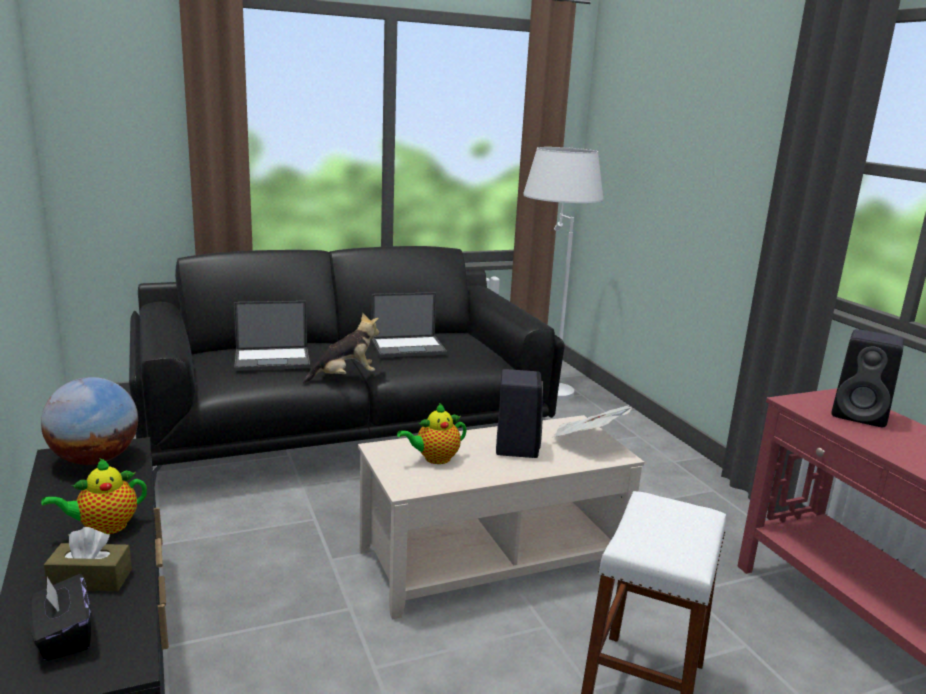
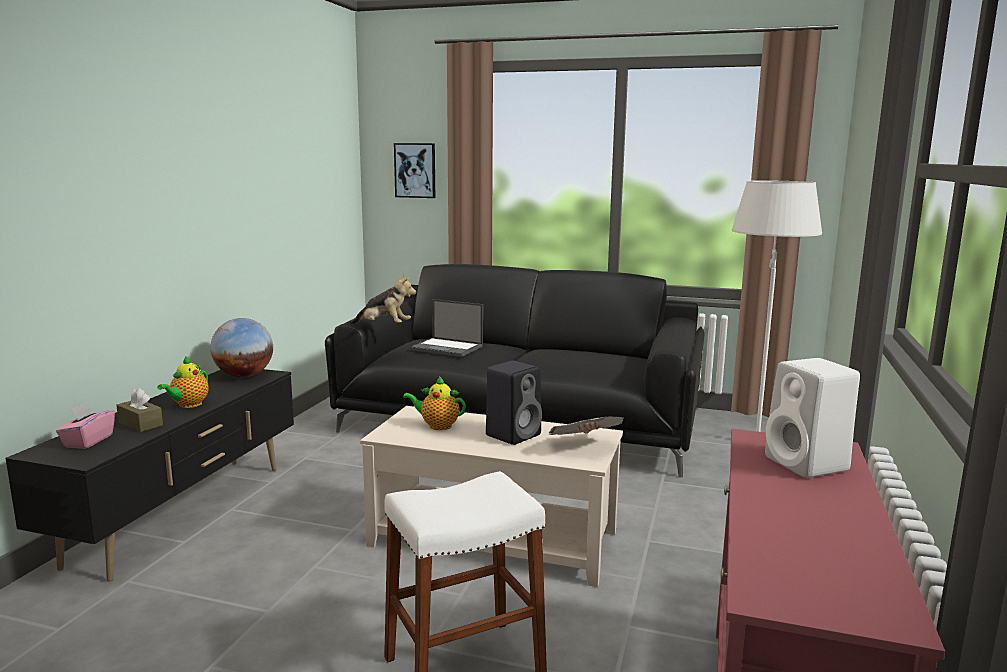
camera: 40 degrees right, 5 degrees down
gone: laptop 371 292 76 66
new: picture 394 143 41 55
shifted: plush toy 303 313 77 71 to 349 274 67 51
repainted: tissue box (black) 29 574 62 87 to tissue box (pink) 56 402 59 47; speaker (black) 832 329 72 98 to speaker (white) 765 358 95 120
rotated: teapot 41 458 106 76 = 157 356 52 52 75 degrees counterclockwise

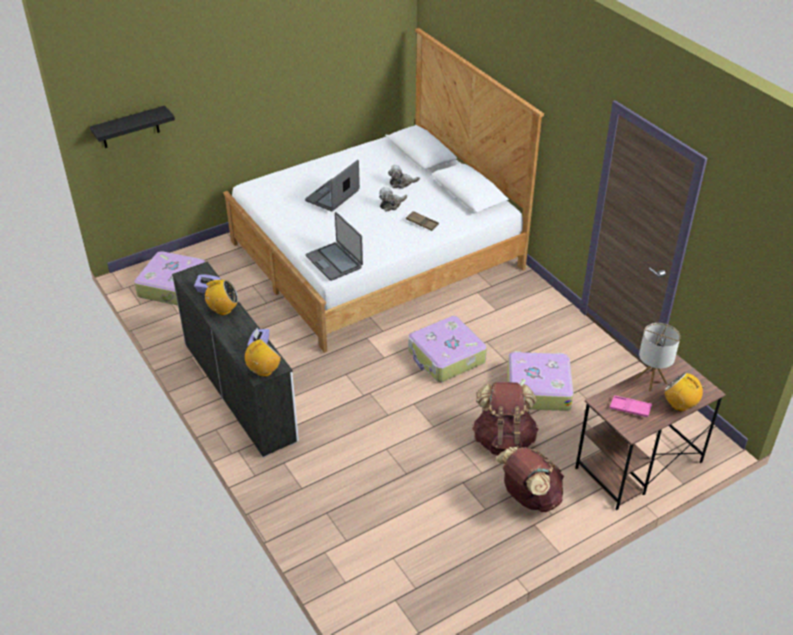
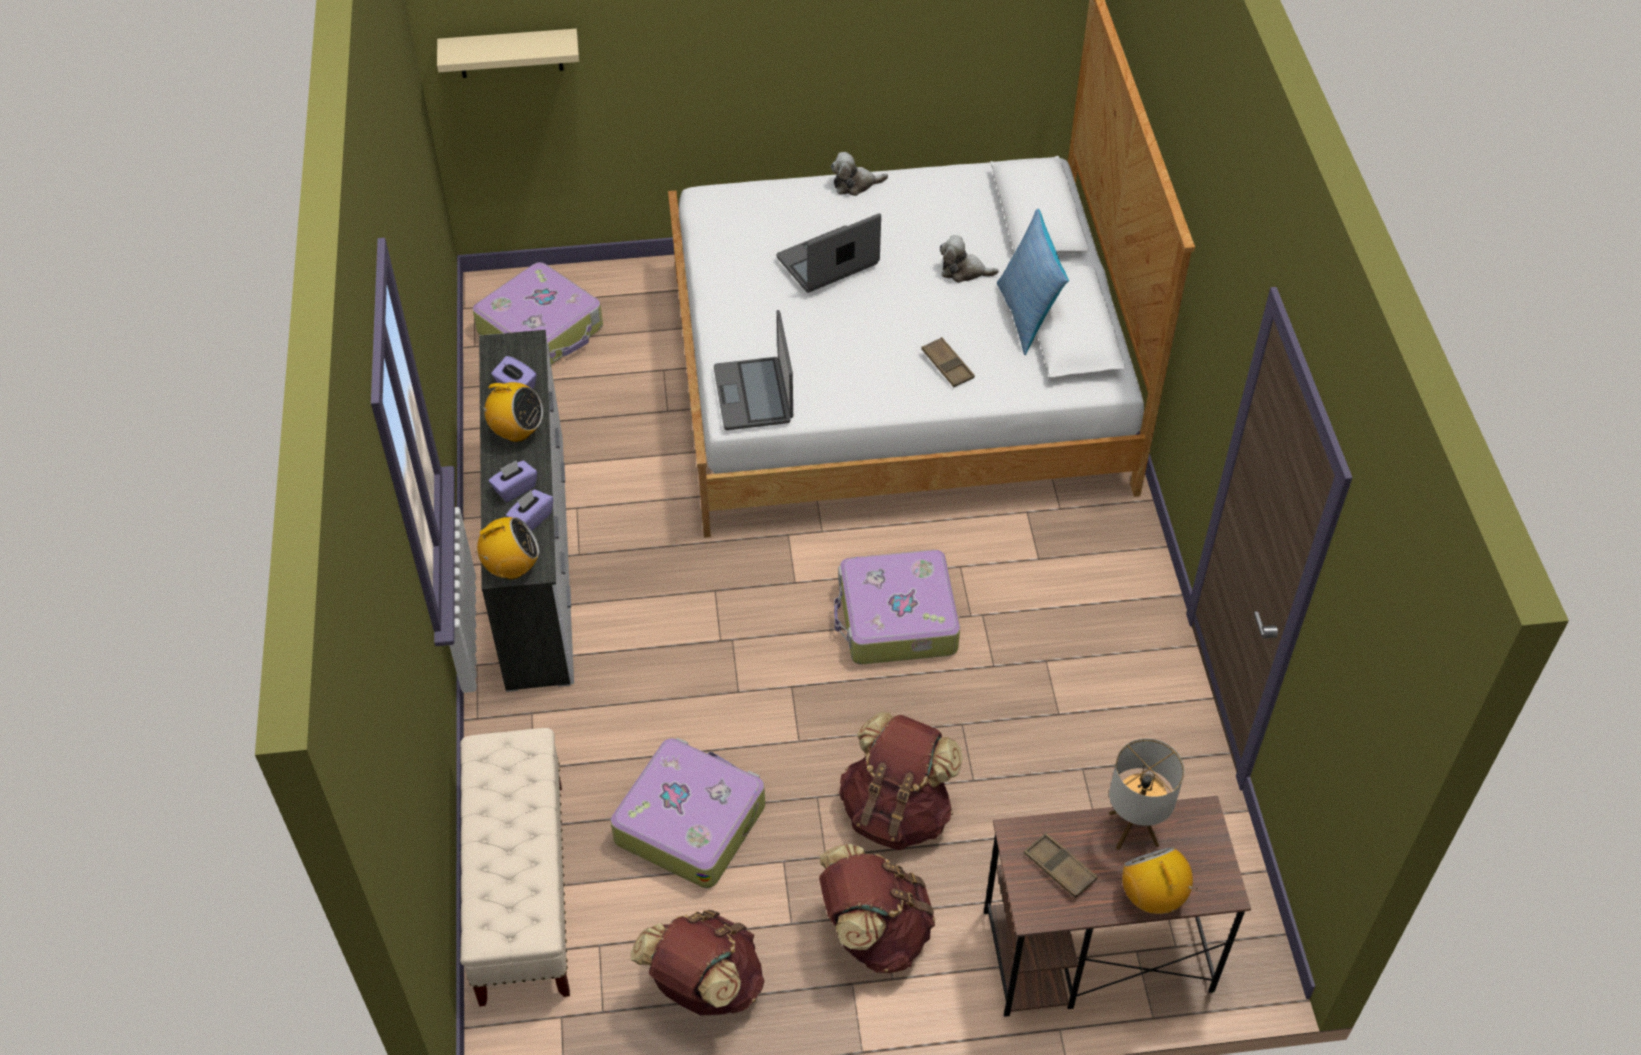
camera: 25 degrees right, 10 degrees up
new: bench (beige) 460 728 110 278; tissue box (purple) 489 460 48 42; backpack (brown) 631 910 134 106; pillow 997 209 72 146
shifted: suitcase 507 351 67 60 to 611 738 154 150; plush toy 379 187 28 25 to 831 152 57 44
repainted: shelf (black) 90 106 85 42 to shelf (beige) 437 29 142 49; tray (pink) 610 395 42 22 to tray (brown) 1024 833 73 65

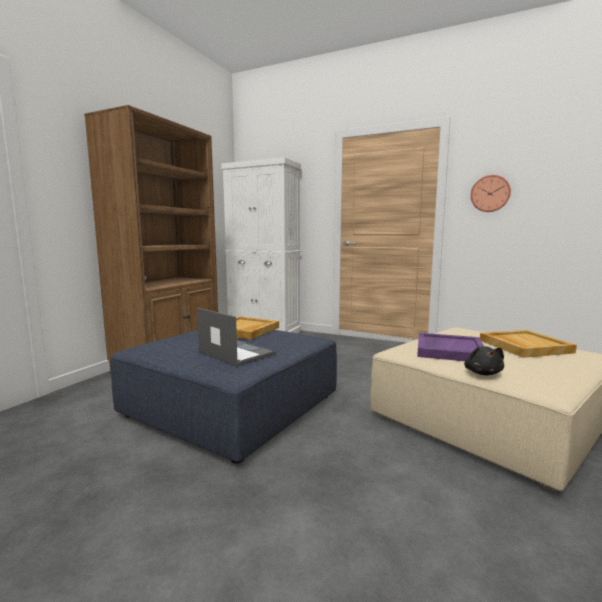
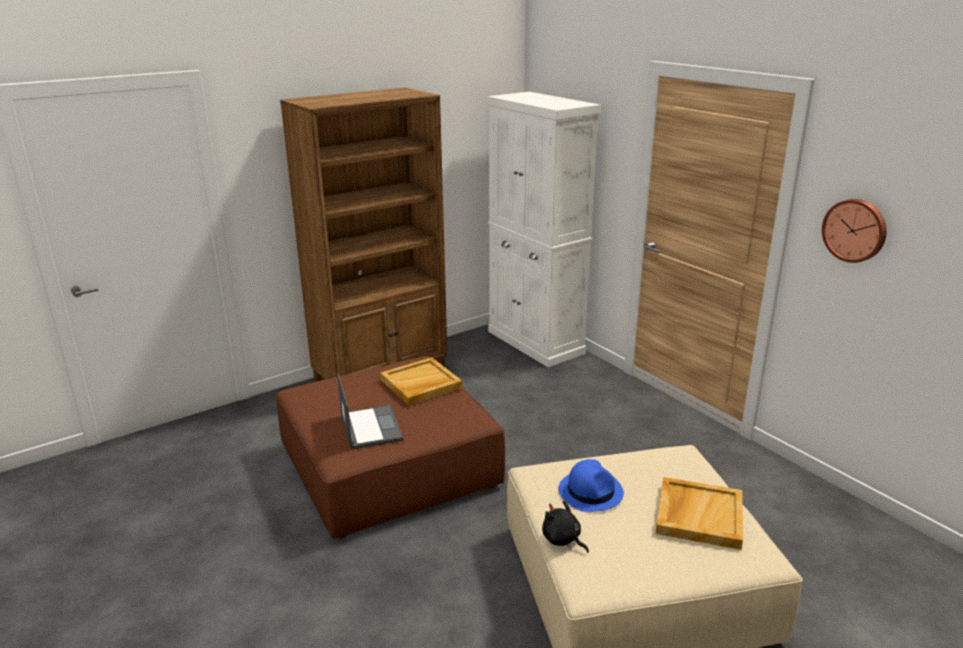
camera: 30 degrees right, 15 degrees up
swapped: tray (purple) 417 333 67 28 to hat (blue) 559 459 65 53
repainted: ottoman (blue) 110 330 227 133 to ottoman (brown) 276 356 229 183
rotated: plush toy (black) 464 346 40 29 = 542 501 47 52 105 degrees clockwise

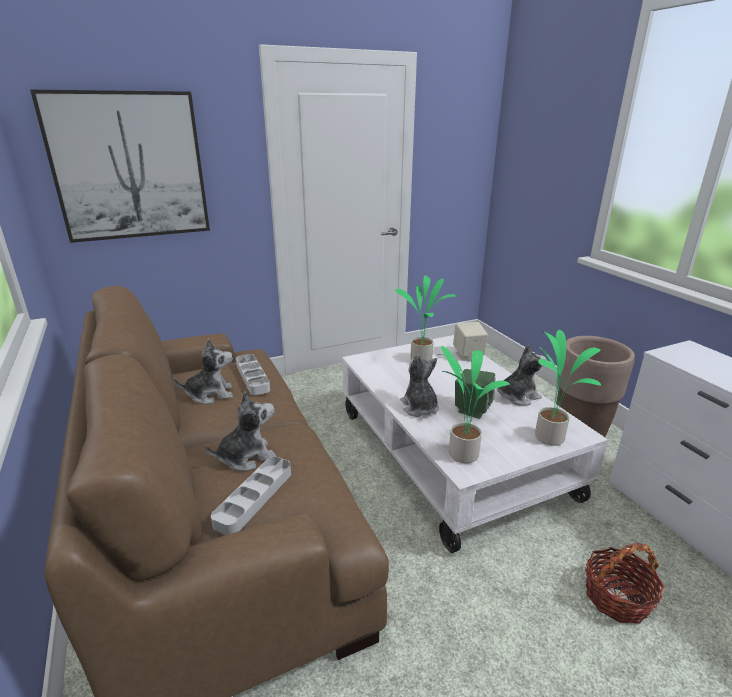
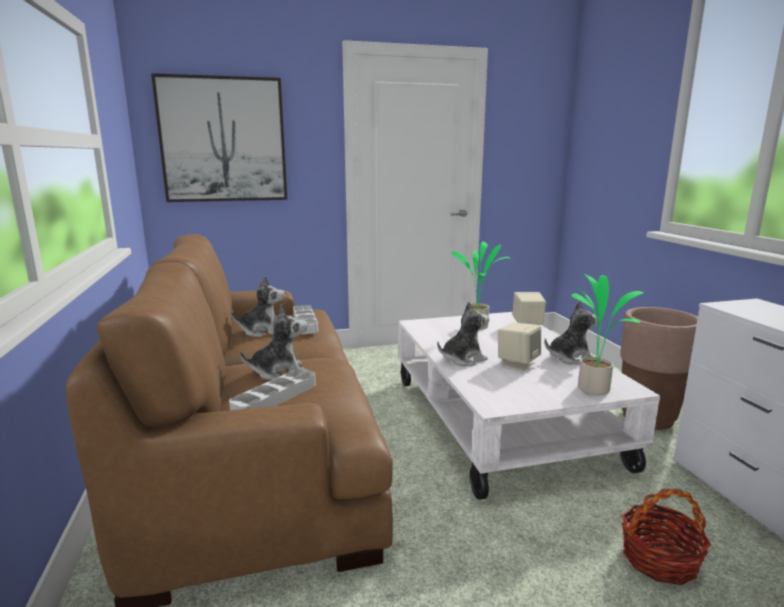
camera: 10 degrees right, 10 degrees down
gone: potted plant 438 346 72 117
repainted: speaker (green) 455 369 41 50 to speaker (beige) 498 322 43 49
rotated: plush toy 400 354 39 63 = 437 302 52 64 75 degrees clockwise

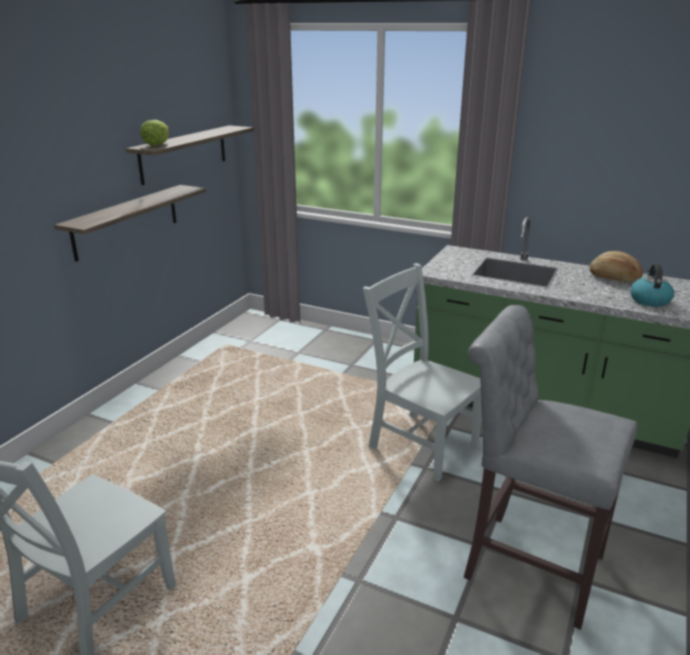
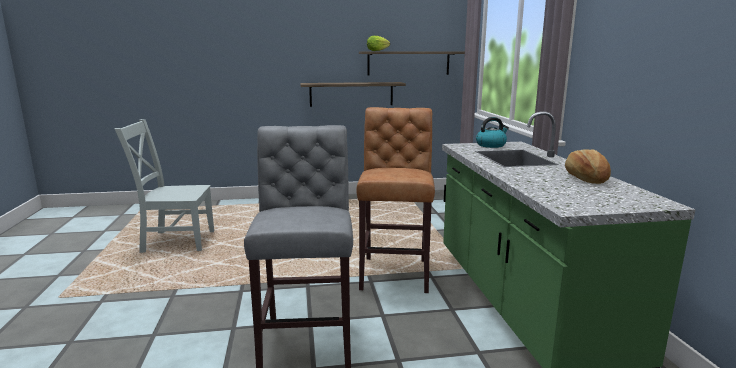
camera: 55 degrees right, 10 degrees down
shifted: kettle 630 263 44 44 to 476 117 33 31
swapped: chair (grey) 363 263 119 219 to stool (brown) 356 107 79 186

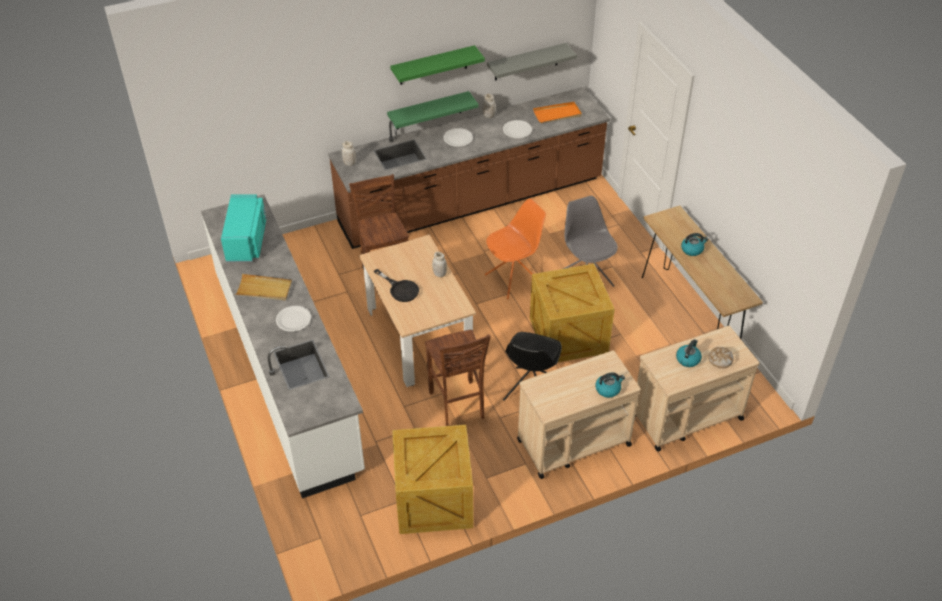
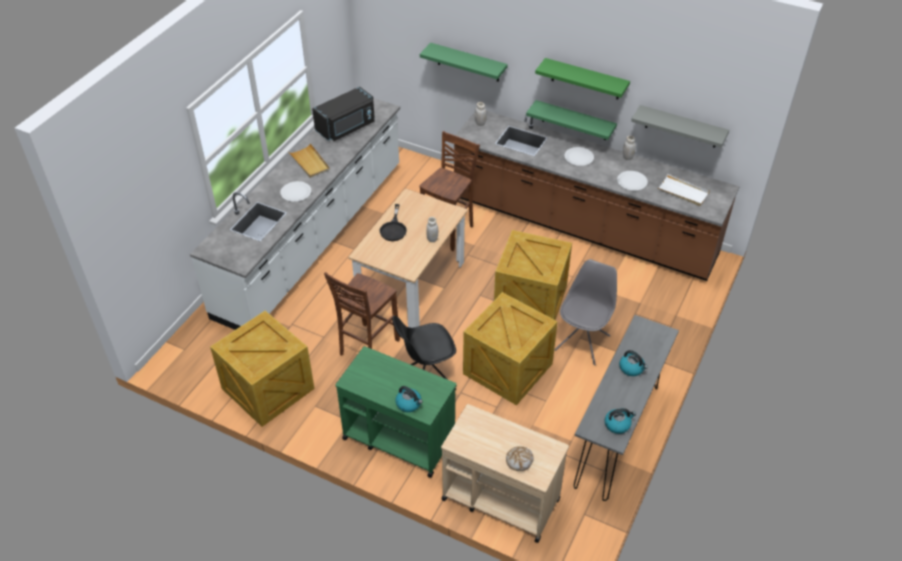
camera: 50 degrees right, 0 degrees up
new: shelf (green) 420 43 88 39
shifted: kettle 676 339 26 28 to 605 408 31 26
swapped: chair (orange) 485 199 61 100 to crate 494 230 78 90
repainted: microwave (turquoise) 221 194 45 68 to microwave (black) 312 86 63 55; cart (beige) 517 350 124 129 to cart (green) 335 346 122 132; console table (brown) 642 206 121 133 to console table (grey) 574 315 105 186; tray (orange) 533 102 49 21 to tray (white) 657 174 53 32

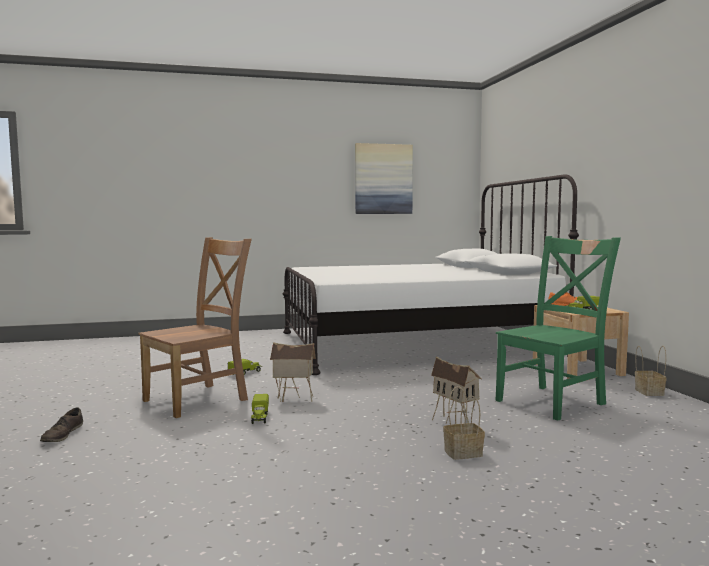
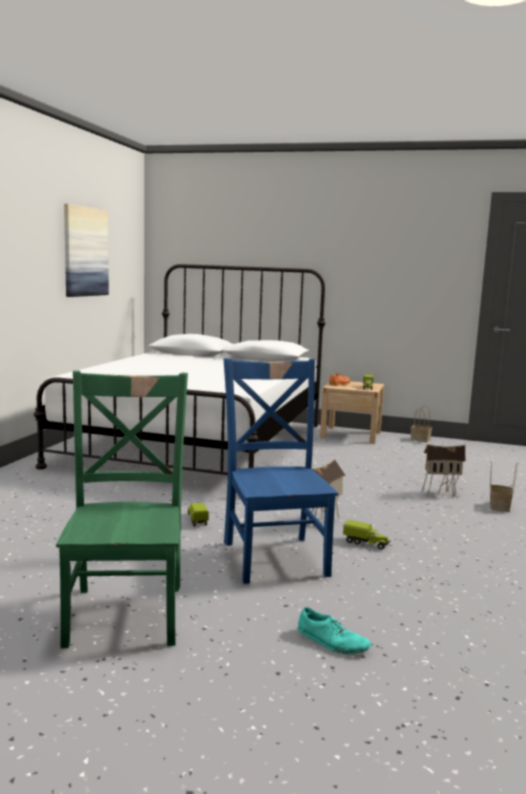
camera: 60 degrees left, 5 degrees up
shifted: chair (green) 495 236 126 185 to 56 370 132 278
repainted: chair (brown) 138 237 114 181 to chair (blue) 224 358 114 226; shoe (brown) 40 407 43 35 to shoe (turquoise) 298 607 73 48

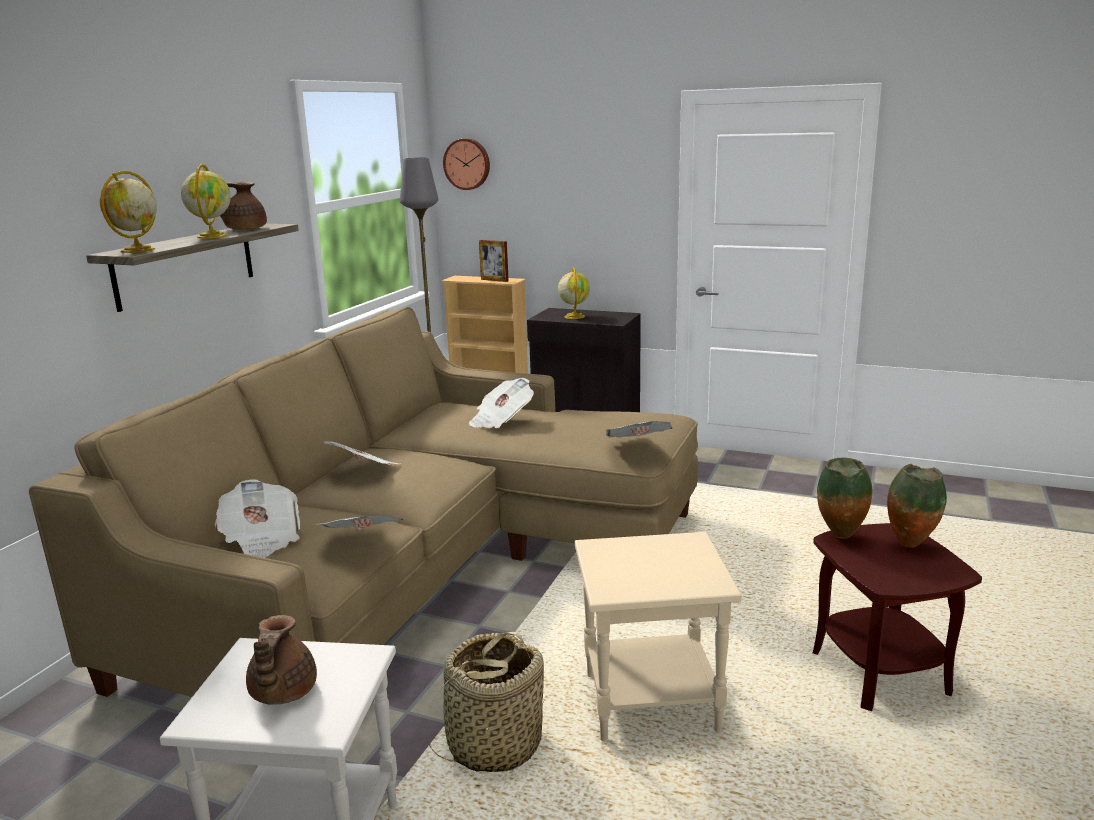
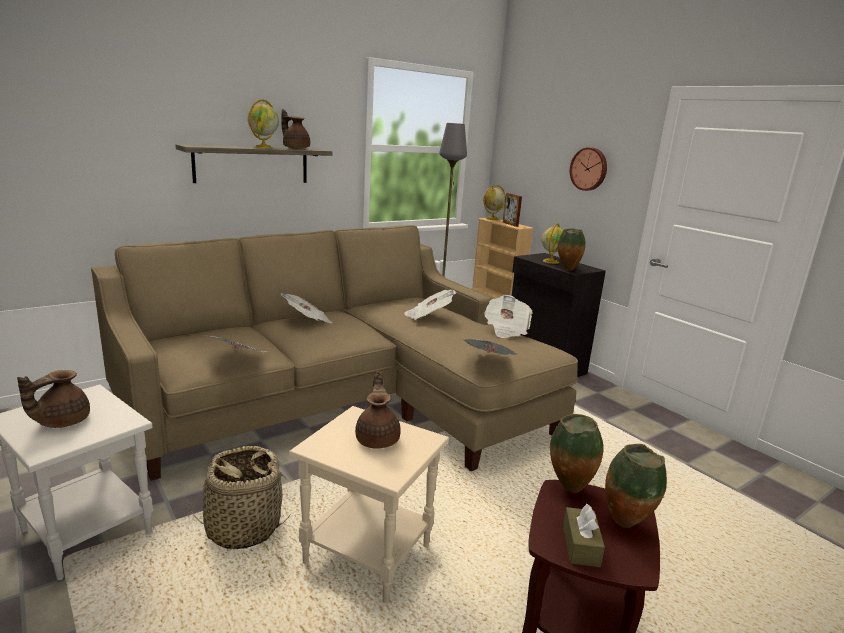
camera: 30 degrees right, 0 degrees up
new: teapot (brown) 355 371 46 78; vase 558 229 28 42; tissue box (brown) 563 504 42 63
shifted: globe 100 171 57 82 to 483 185 23 35; newspaper 215 479 85 79 to 484 295 48 43; wall clock 443 138 47 52 to 570 147 37 44

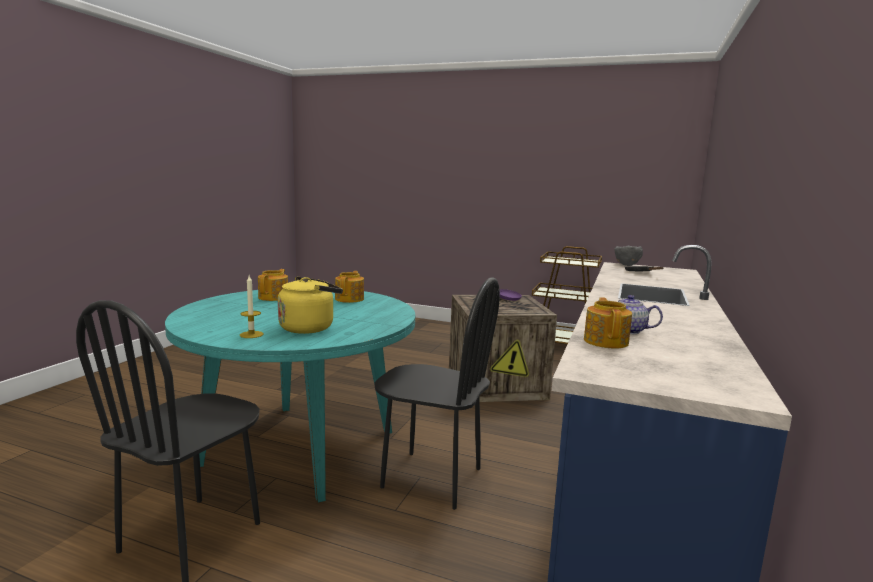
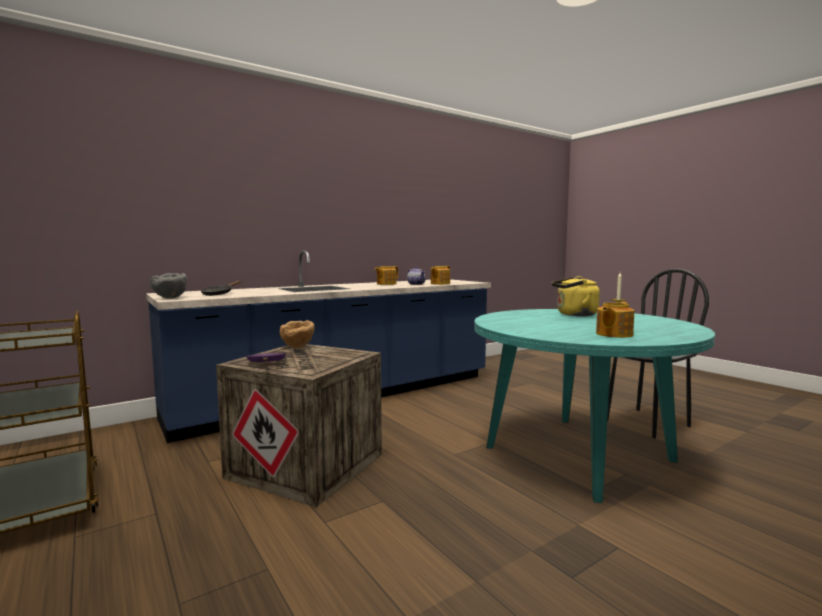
camera: 145 degrees left, 5 degrees down
gone: chair (black) 374 277 126 233
new: bowl (brown) 280 320 35 28
shifted: teapot 335 271 29 32 to 375 266 23 19

